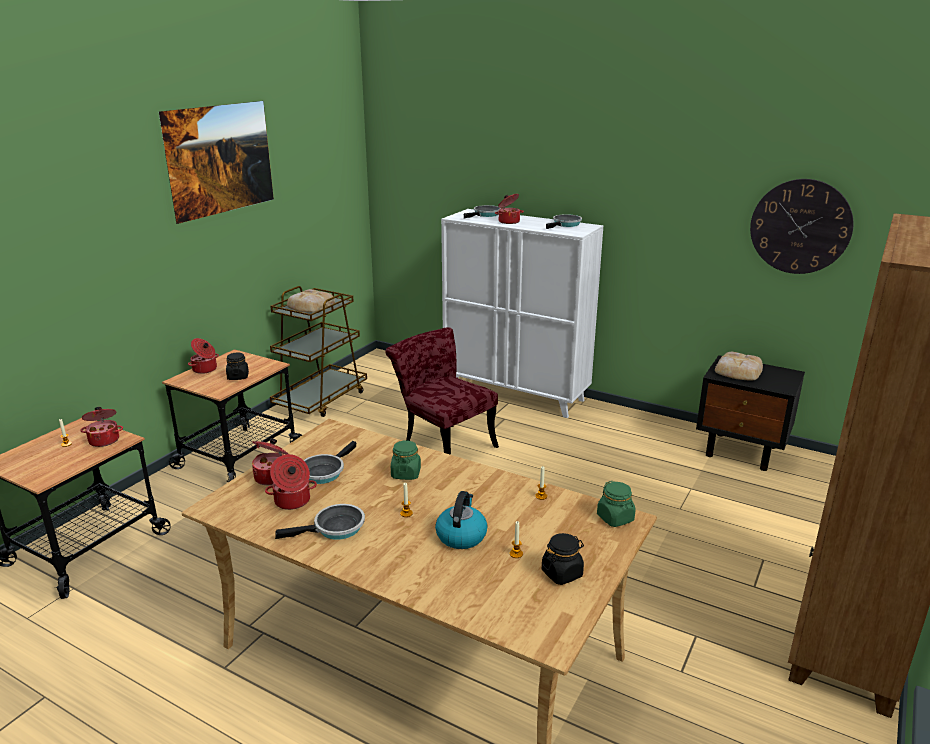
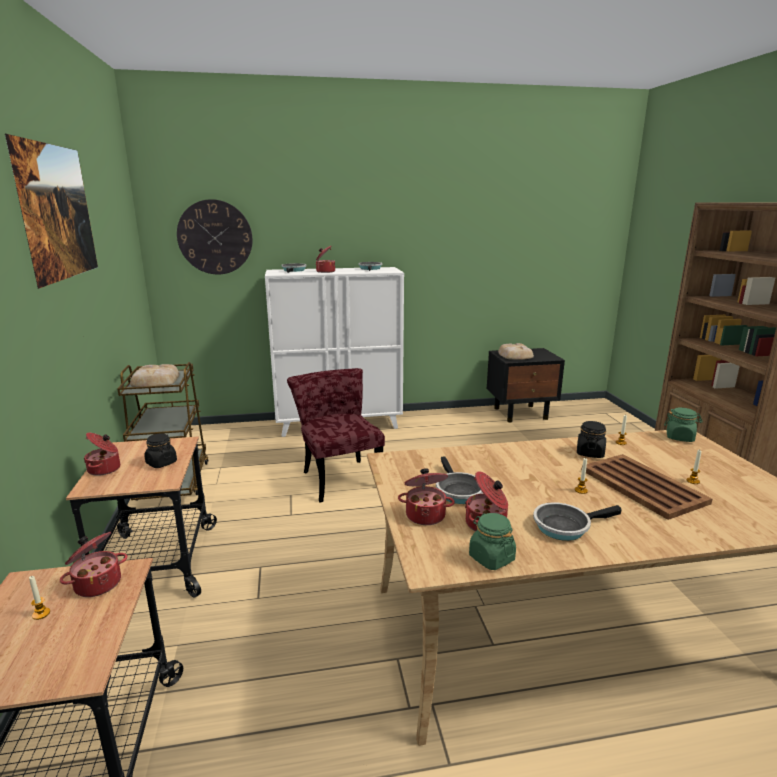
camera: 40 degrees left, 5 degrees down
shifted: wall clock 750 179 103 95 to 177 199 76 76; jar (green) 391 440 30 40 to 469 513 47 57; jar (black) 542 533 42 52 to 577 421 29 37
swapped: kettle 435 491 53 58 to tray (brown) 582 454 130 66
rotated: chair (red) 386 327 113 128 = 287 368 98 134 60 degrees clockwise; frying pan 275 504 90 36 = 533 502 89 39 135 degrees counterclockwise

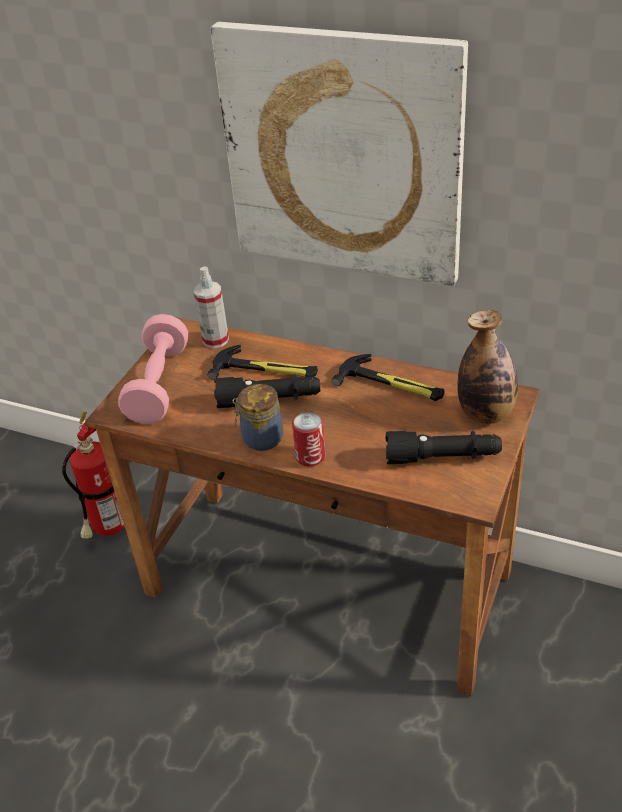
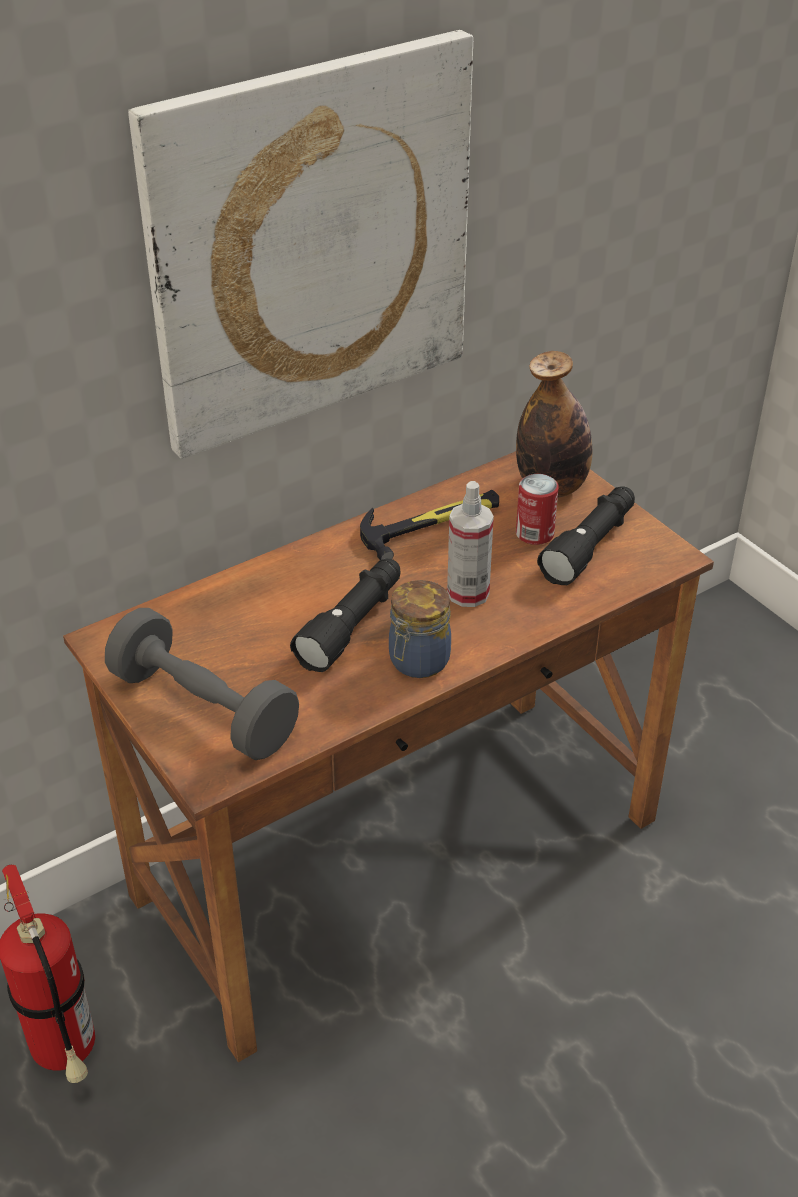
camera: 60 degrees left, 0 degrees up
gone: hammer 208 345 110 35
shifted: spray bottle 194 266 35 82 to 447 481 47 126; can 292 412 33 54 to 516 474 43 71
repainted: dumbbell (pink) 118 314 70 110 to dumbbell (grey) 105 608 194 152

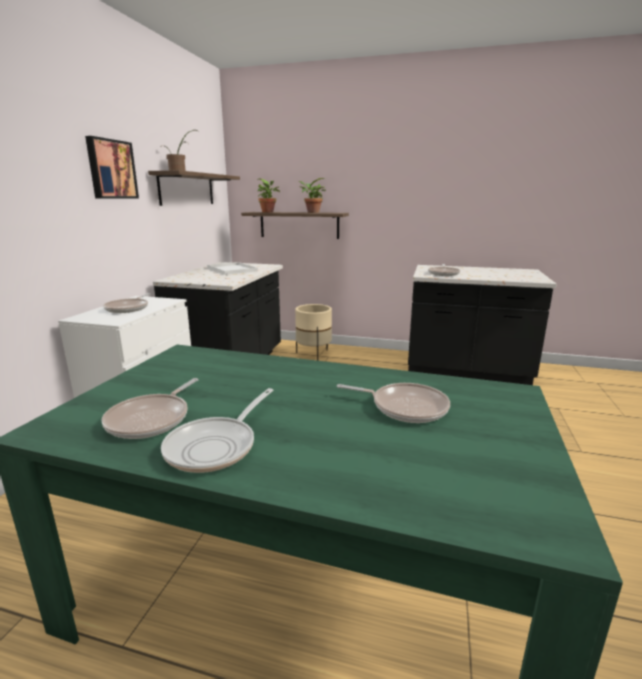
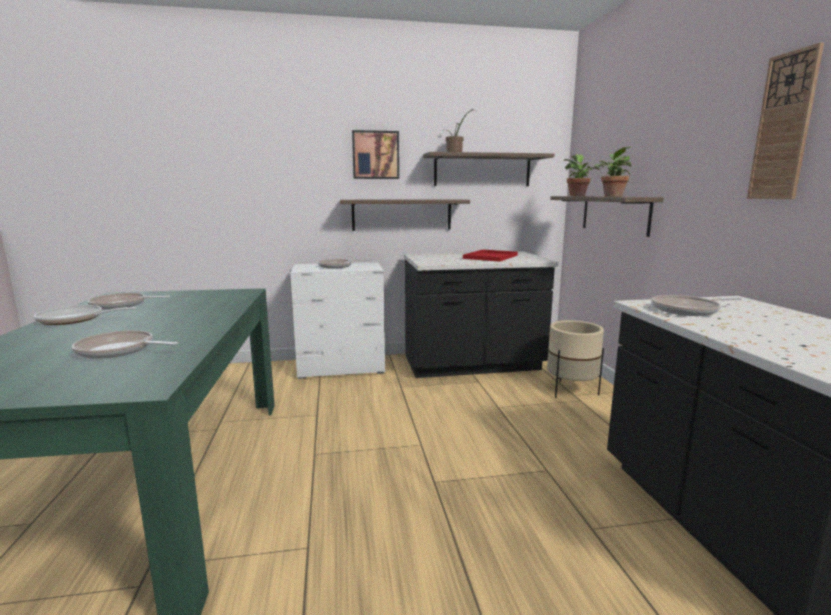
camera: 65 degrees right, 5 degrees down
new: shelf 340 199 130 32; wall clock 747 42 77 157
repainted: tray (white) 207 262 51 13 to tray (red) 463 250 55 12
rotated: frying pan 337 383 113 40 = 72 330 106 29 105 degrees clockwise

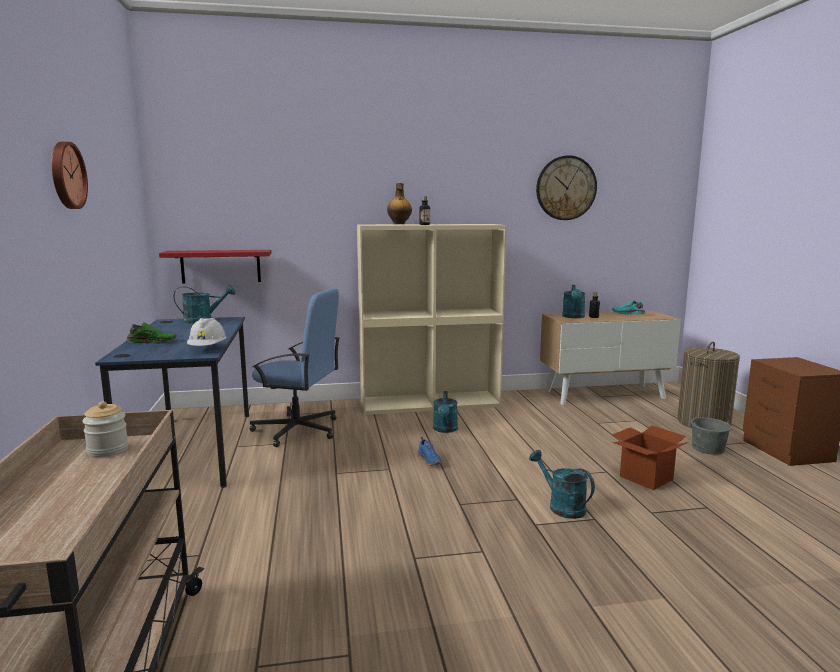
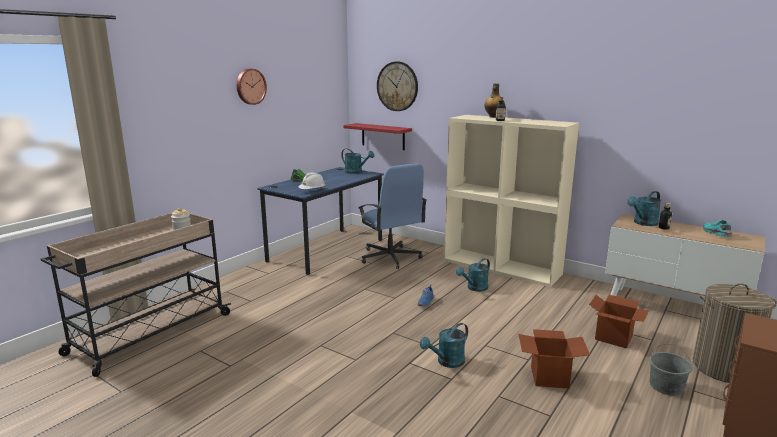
camera: 45 degrees right, 5 degrees up
new: cardboard box 589 295 60 54
shifted: wall clock 536 155 61 65 to 377 61 41 50
rotated: watering can (turquoise) 529 450 66 69 = 420 323 48 45 135 degrees counterclockwise

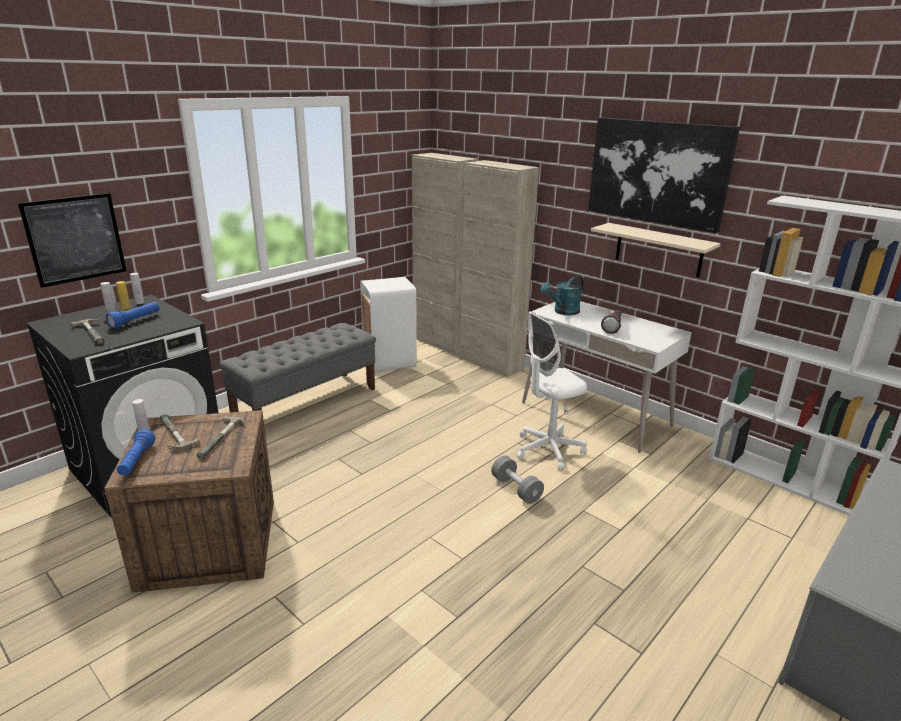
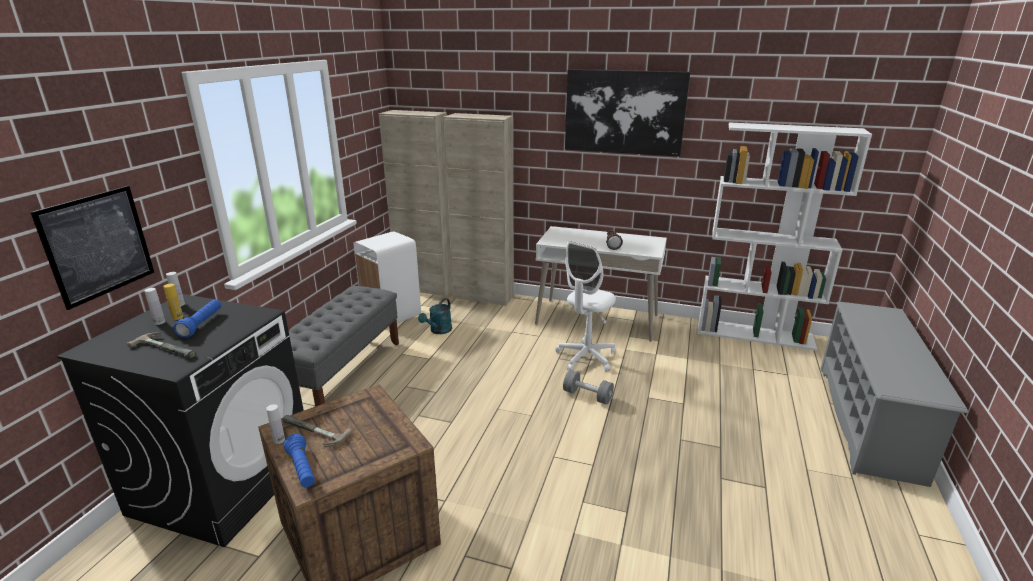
camera: 25 degrees left, 0 degrees up
gone: hammer 197 416 48 43; shelf (beige) 591 223 130 55
shifted: watering can (turquoise) 541 275 43 40 to 418 298 34 36

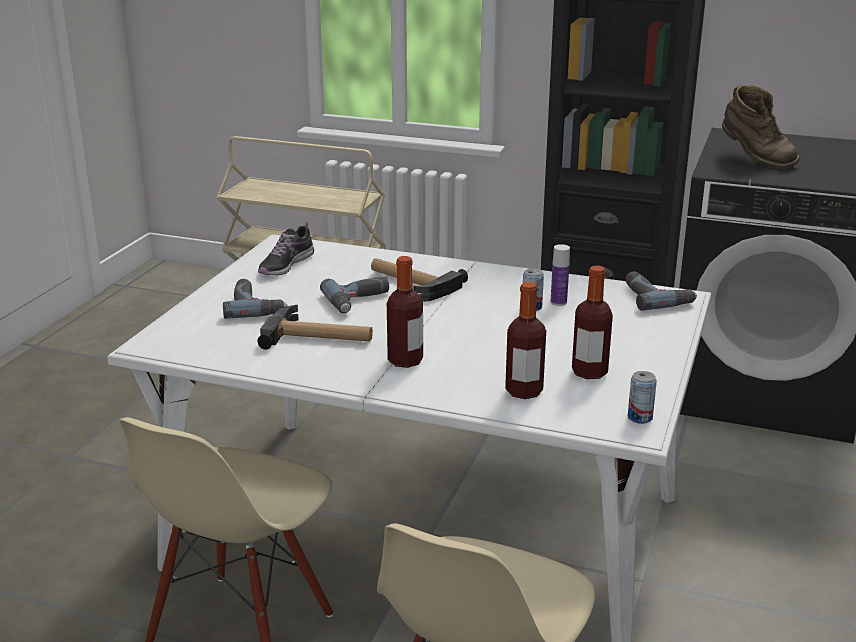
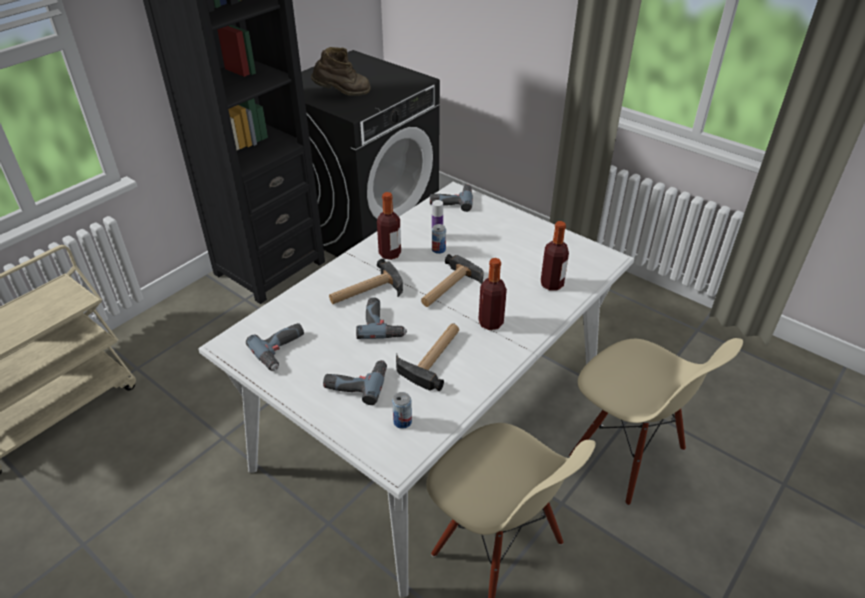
camera: 70 degrees left, 15 degrees up
new: hammer 421 254 62 53
shifted: bottle 572 266 41 113 to 377 192 24 68; can 628 371 29 53 to 392 392 20 37
swapped: shoe 258 222 56 53 to power drill 246 323 58 48

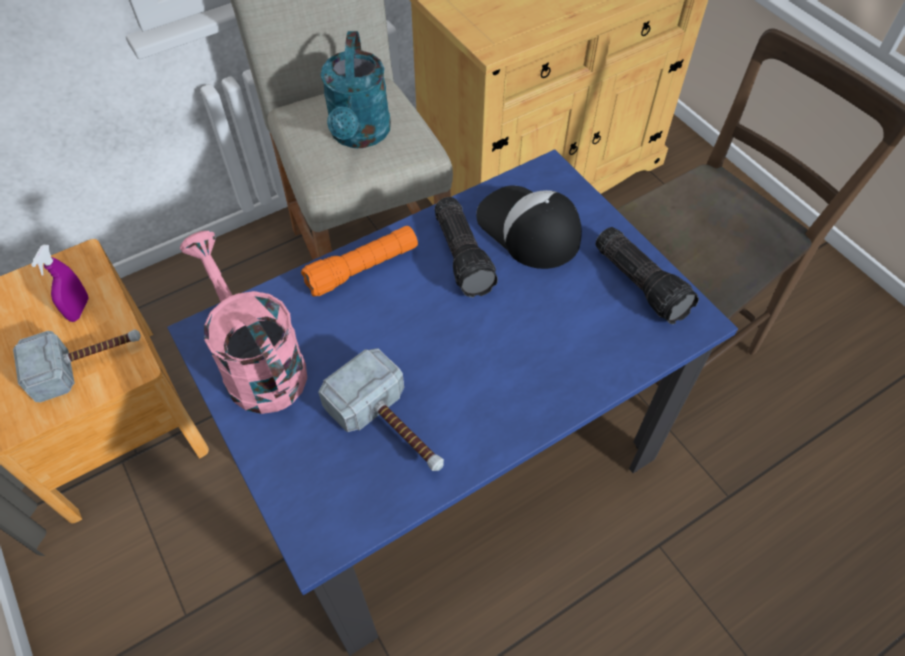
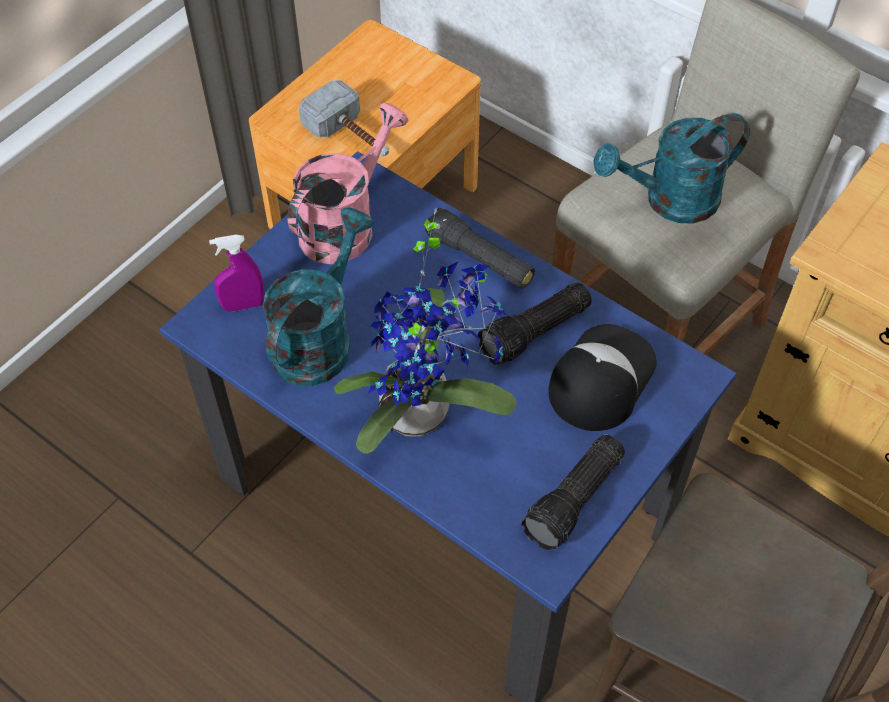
camera: 70 degrees right, 0 degrees up
new: potted plant 334 208 183 246
shifted: spray bottle (purple) 31 245 58 77 to 209 235 55 77
swapped: hammer 318 348 126 123 to watering can (turquoise) 263 207 111 179
repainted: flashlight (orange) 301 226 117 71 to flashlight (black) 425 208 110 80

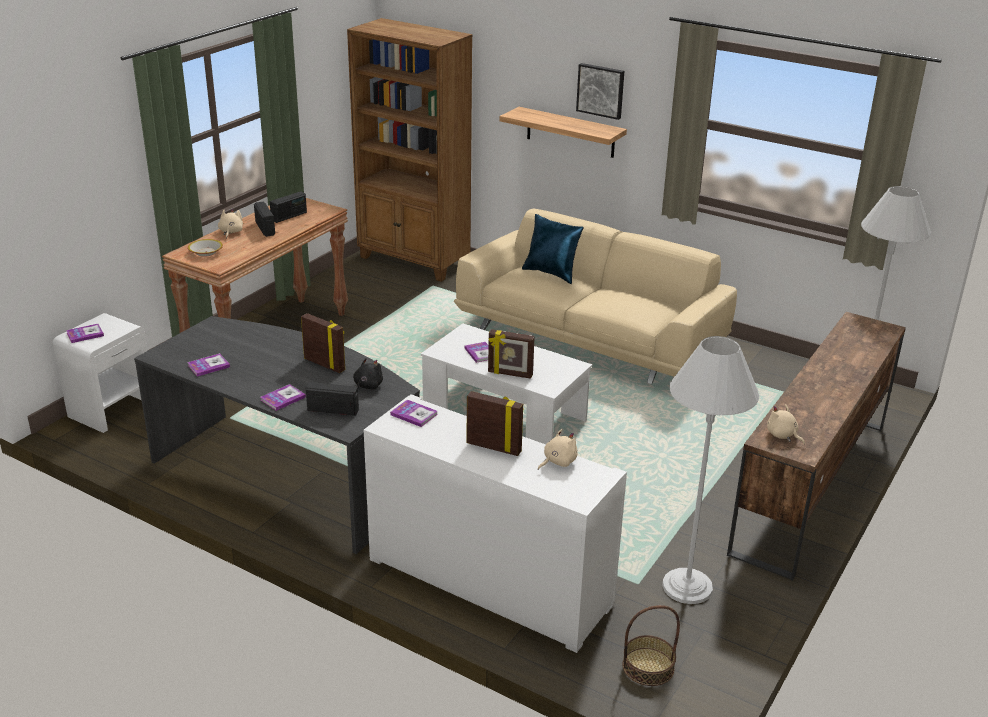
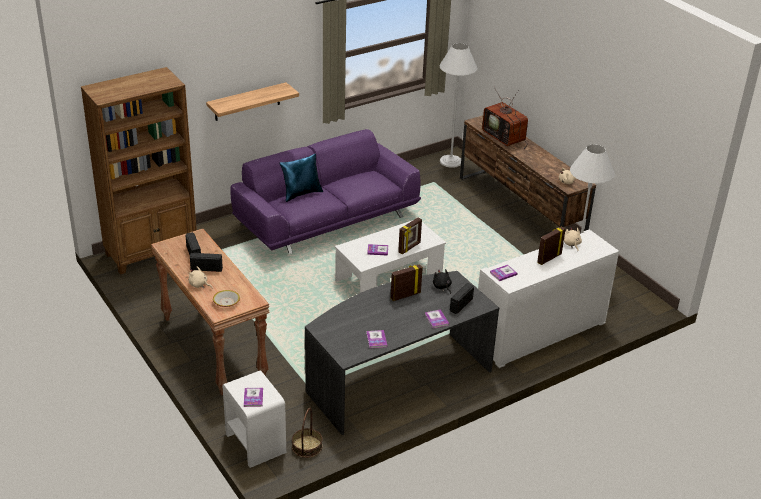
camera: 65 degrees left, 5 degrees up
gone: picture 576 63 48 57
new: television 482 87 46 62
shifted: basket 622 605 58 81 to 292 408 30 50
repainted: sofa (beige) 454 208 283 176 to sofa (purple) 230 129 191 125

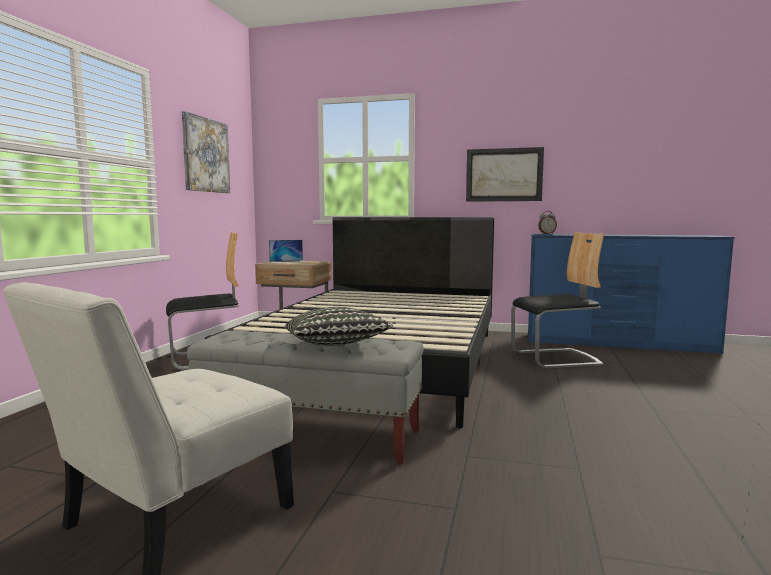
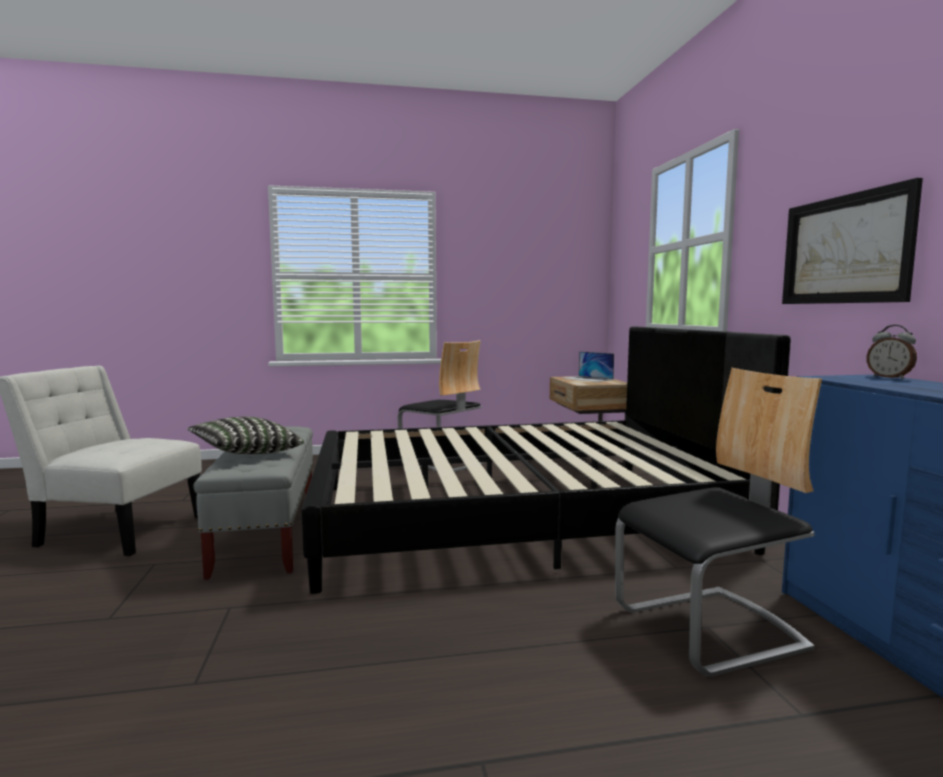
camera: 65 degrees right, 0 degrees up
gone: picture 182 111 48 82
rotated: chair 511 232 93 136 = 615 368 207 309 75 degrees counterclockwise

